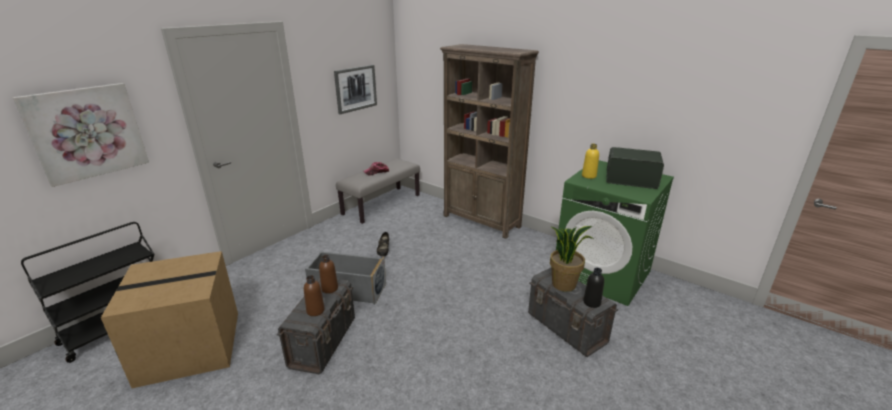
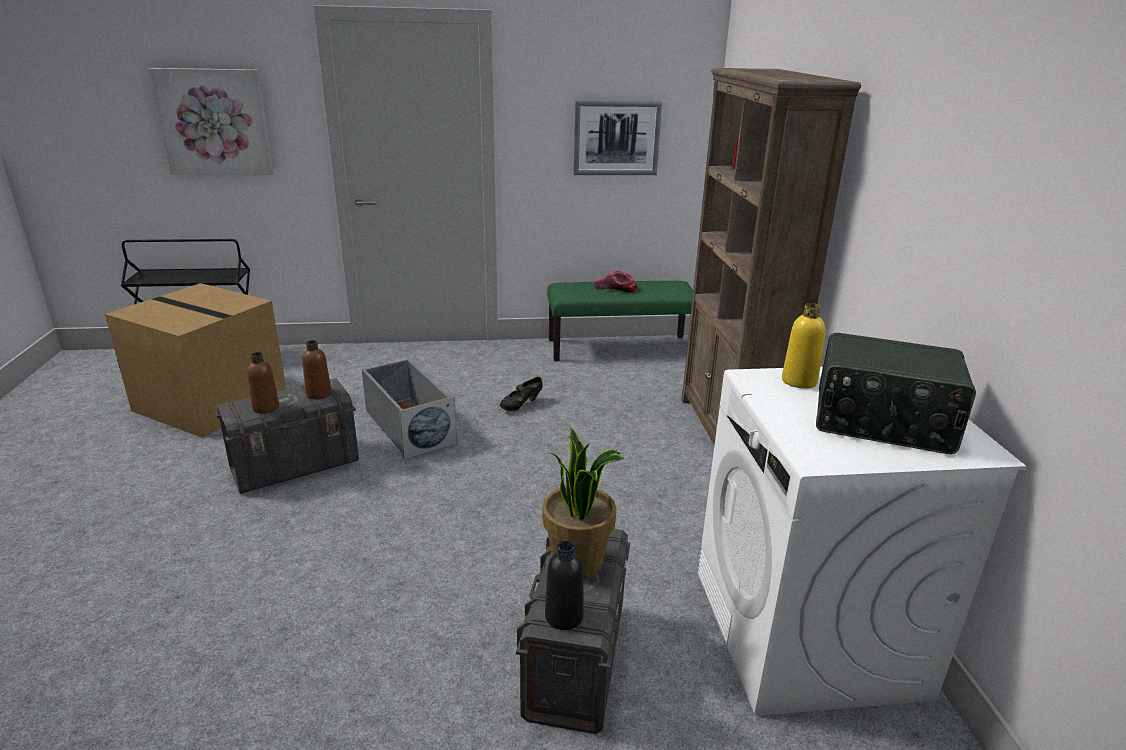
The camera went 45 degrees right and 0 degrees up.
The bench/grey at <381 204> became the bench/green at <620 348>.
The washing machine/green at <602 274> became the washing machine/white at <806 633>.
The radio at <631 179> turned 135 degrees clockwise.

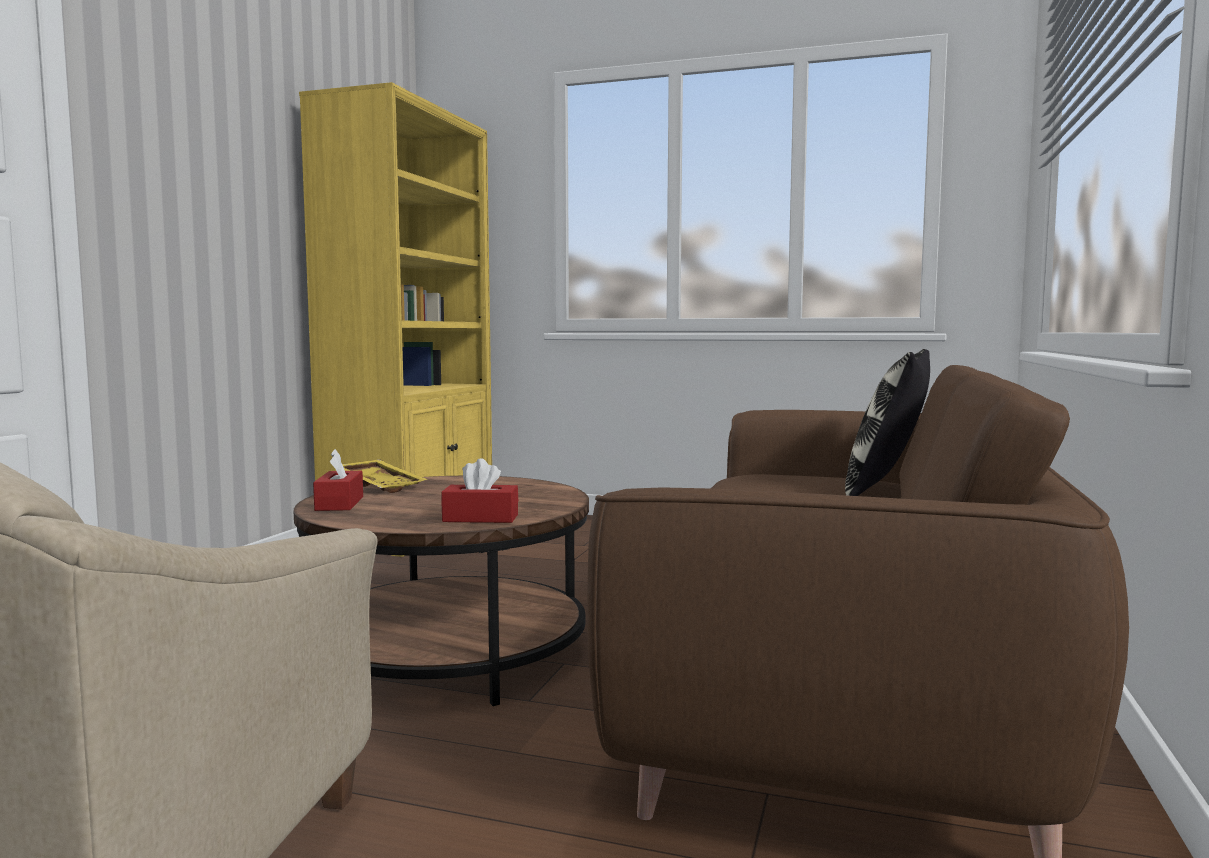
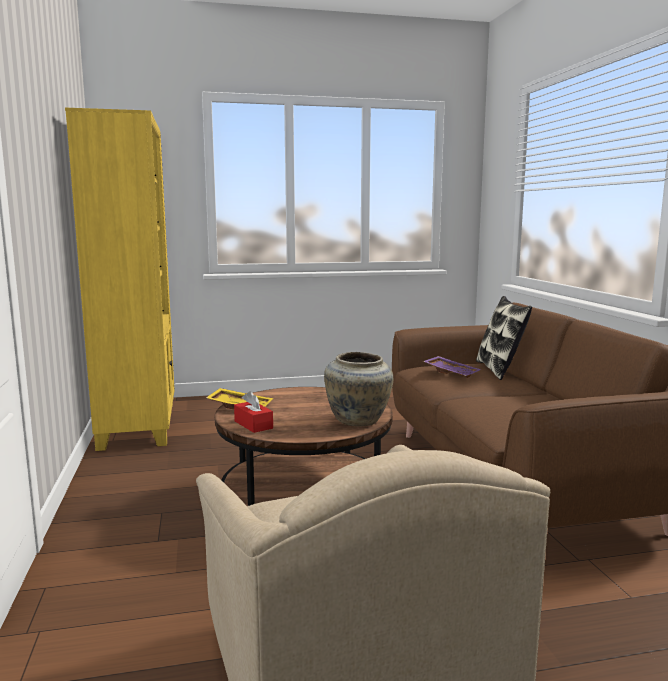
The camera went 30 degrees left and 5 degrees up.
The tissue box/red at <480 518> was replaced by the vase/beige at <358 421>.
The tray/purple at <452 372> appeared.

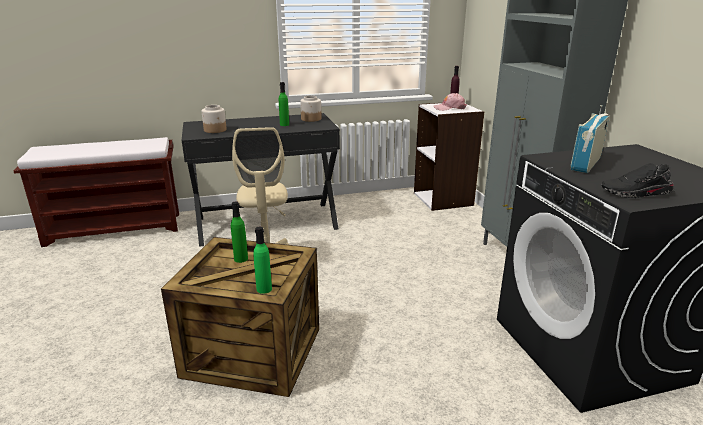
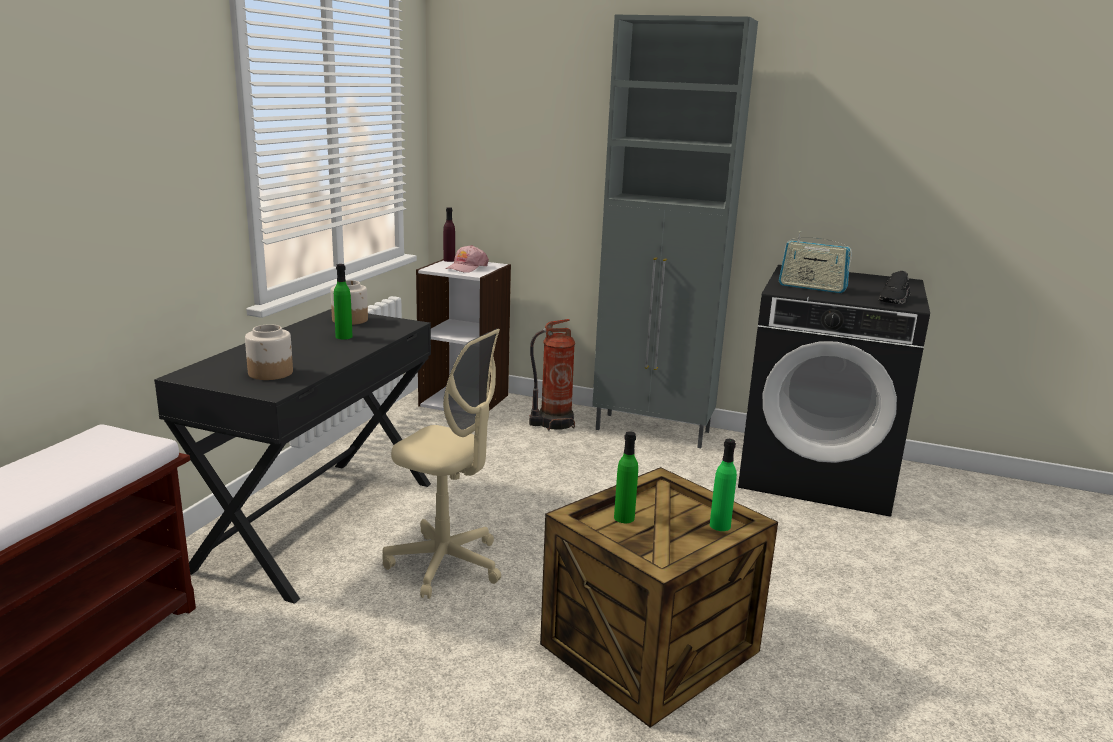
The camera went 55 degrees left and 5 degrees down.
The fire extinguisher at <553 423> appeared.
The radio at <586 164> turned 45 degrees counterclockwise.

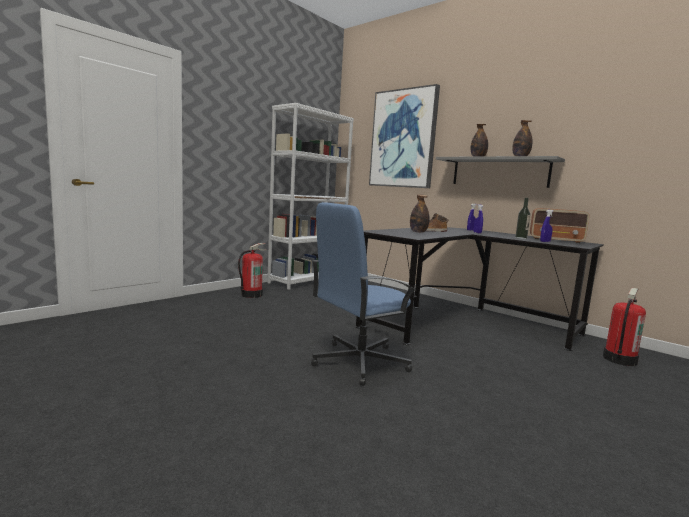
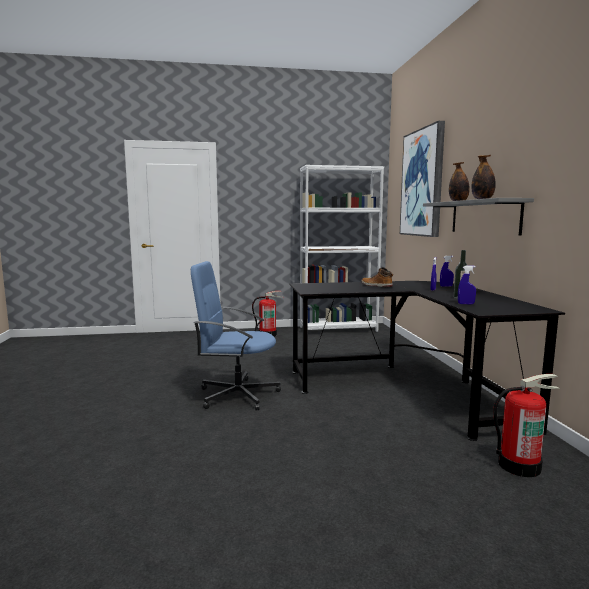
The camera went 40 degrees right and 0 degrees up.
The bottle at <418 232> disappeared.
The radio at <556 240> disappeared.

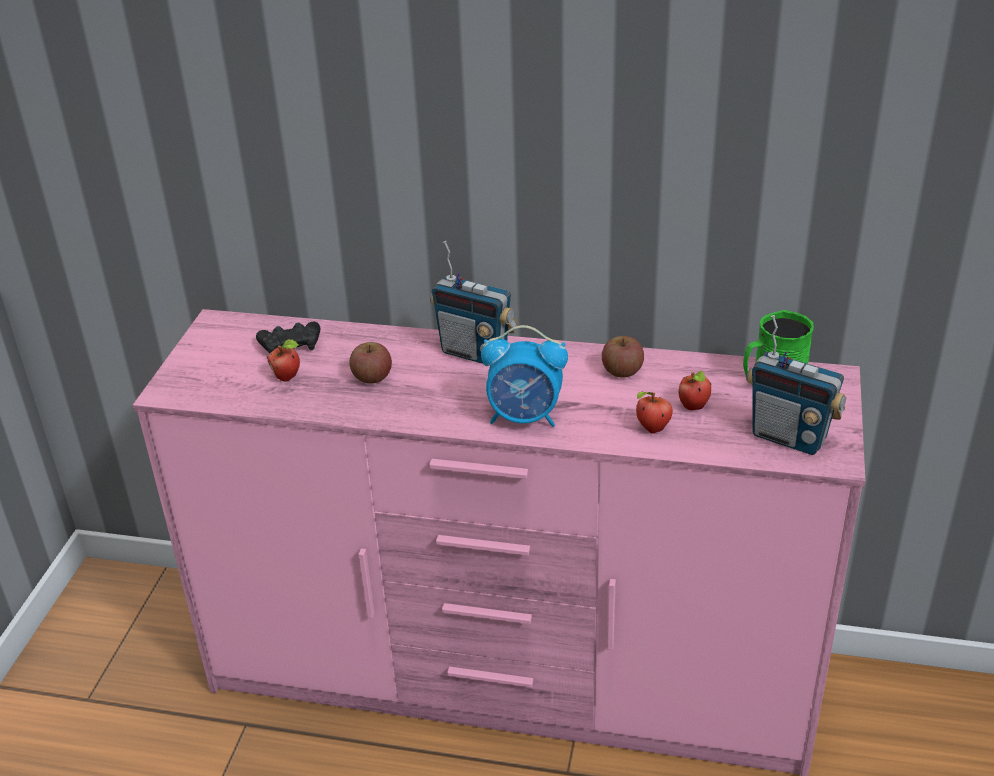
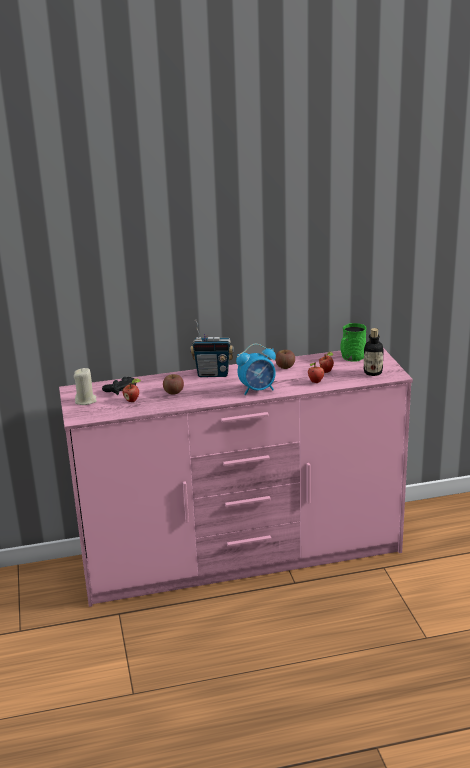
The camera went 25 degrees left and 10 degrees down.
The candle/beige at <86 401> appeared.
The radio at <789 437> was replaced by the bottle at <373 372>.

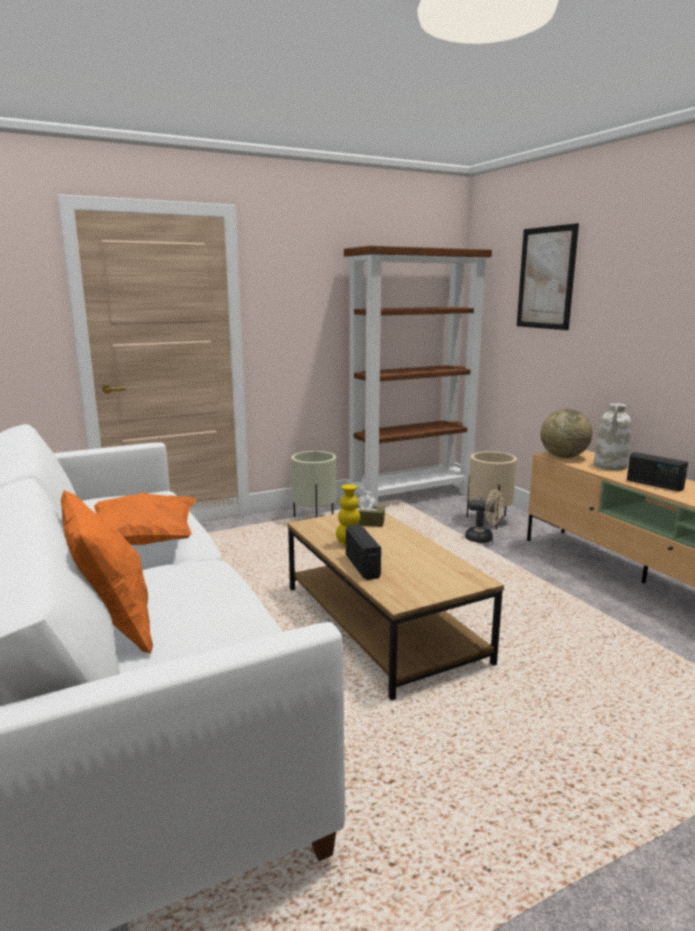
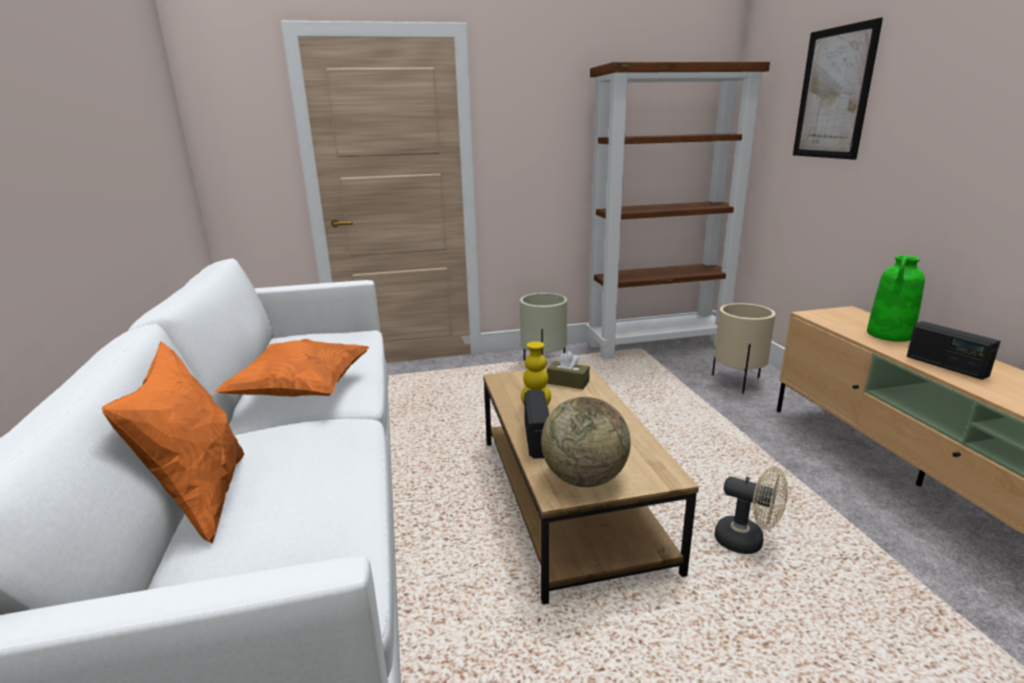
The camera went 15 degrees right and 5 degrees up.
The globe moved from <563 456> to <584 478>.
The fan/beige moved from <483 538> to <747 542>.
The vase/white at <610 466> became the vase/green at <889 335>.

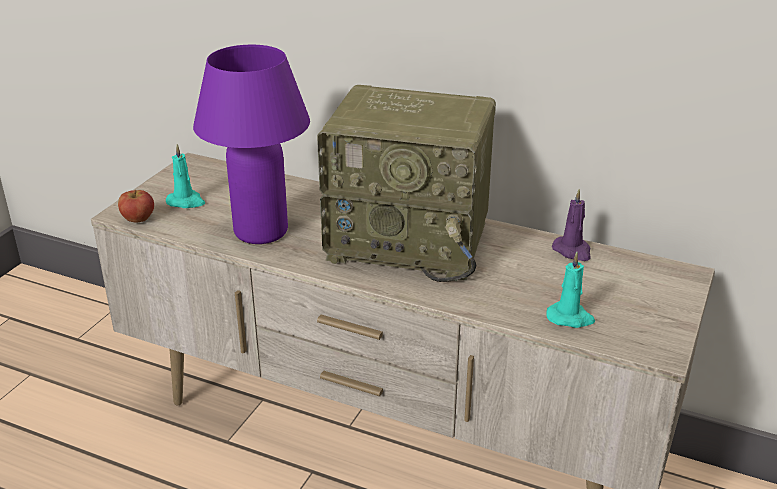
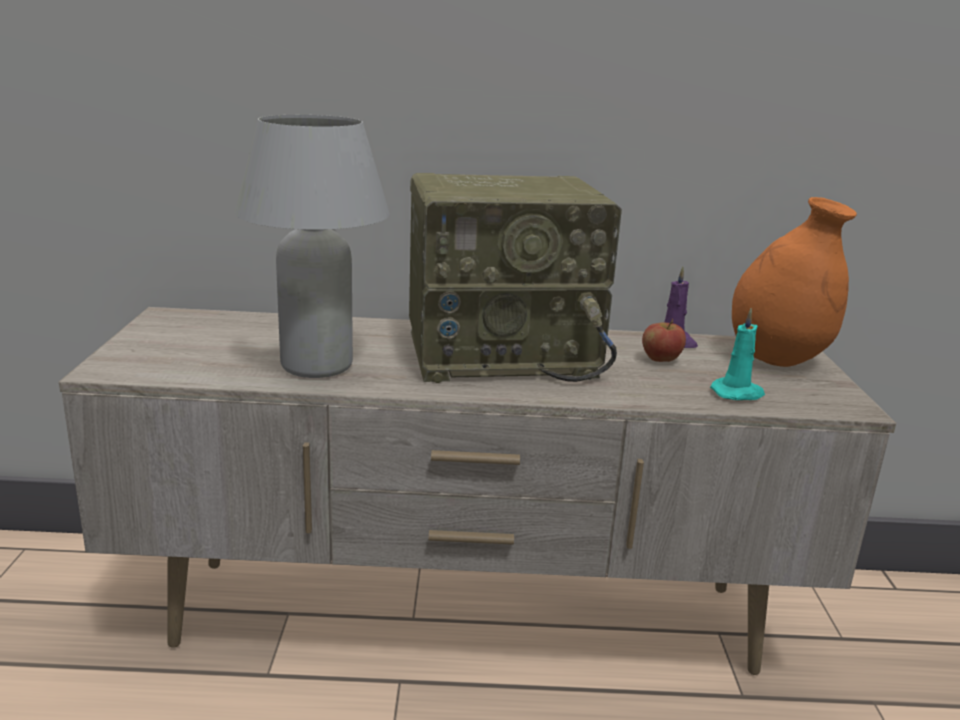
The camera went 25 degrees left and 10 degrees down.
The table lamp/purple at <261 232> became the table lamp/white at <317 366>.
The apple moved from <138 219> to <661 359>.
The vase/orange at <777 359> appeared.
The candle/turquoise at <186 202> disappeared.

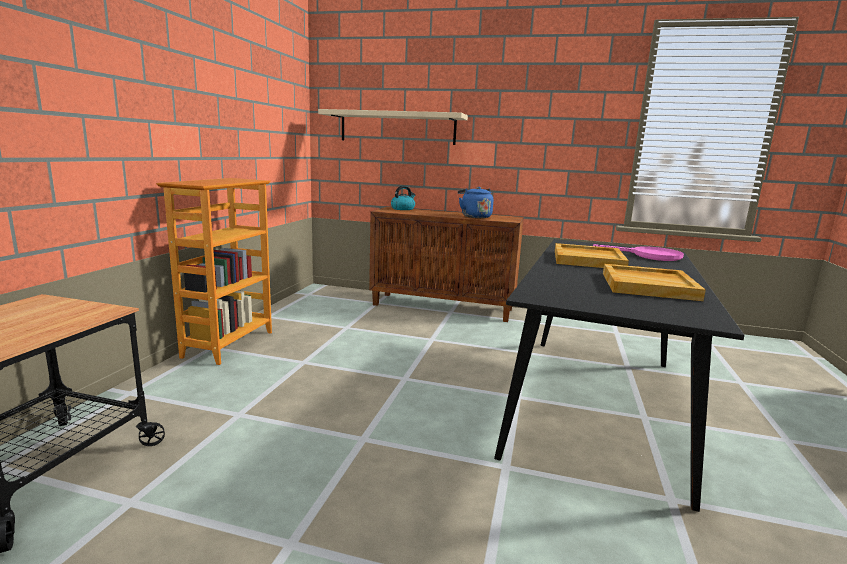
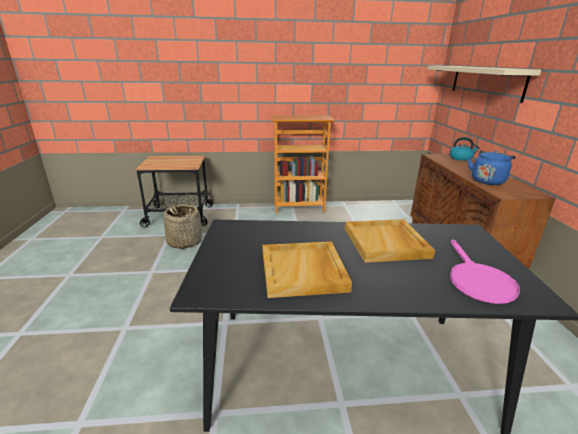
The camera went 70 degrees right and 10 degrees up.
The basket at <184 242> appeared.

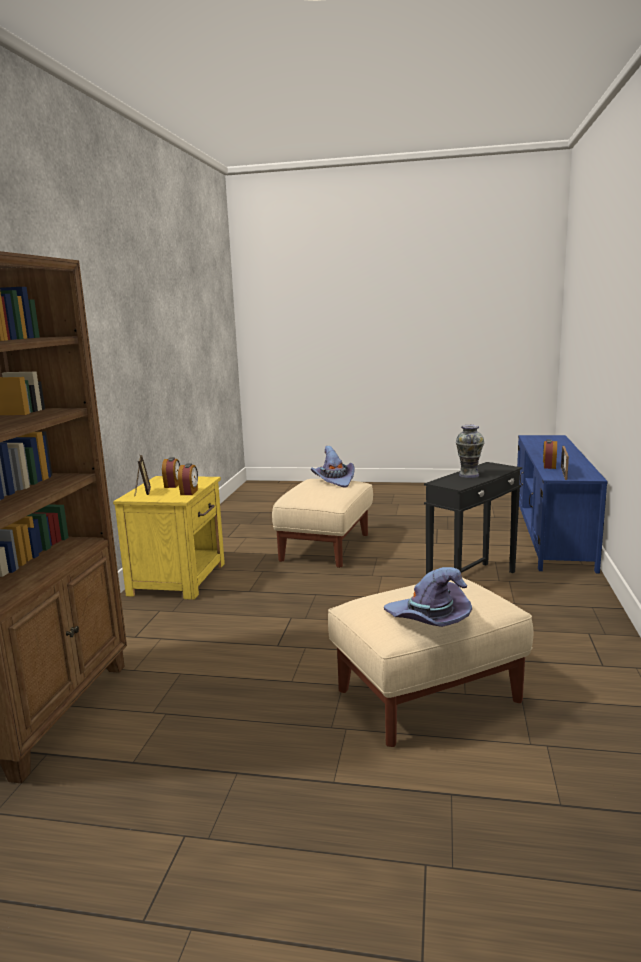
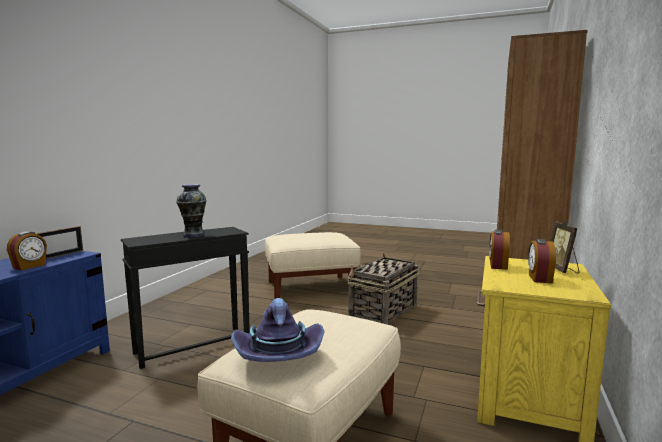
The camera went 170 degrees left and 5 degrees down.
The basket at <383 311> appeared.
The hat/purple at <428 620> disappeared.

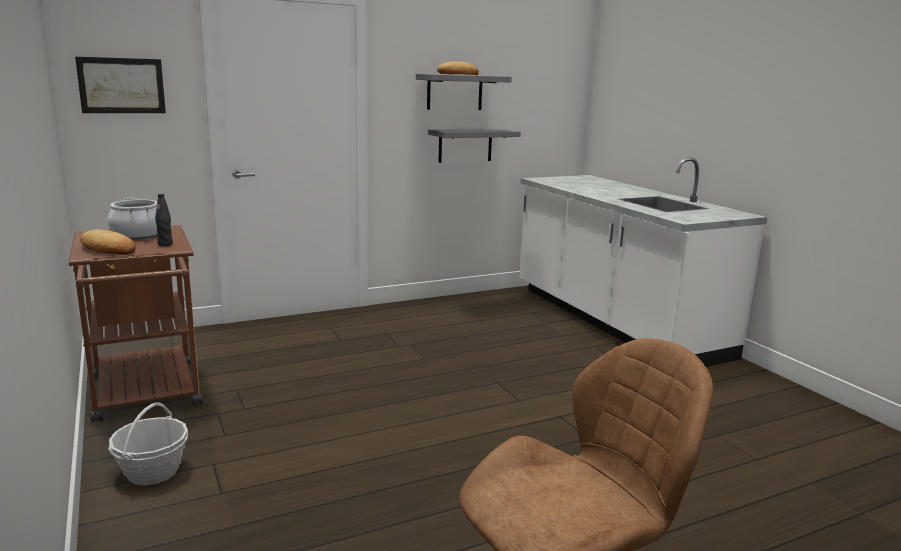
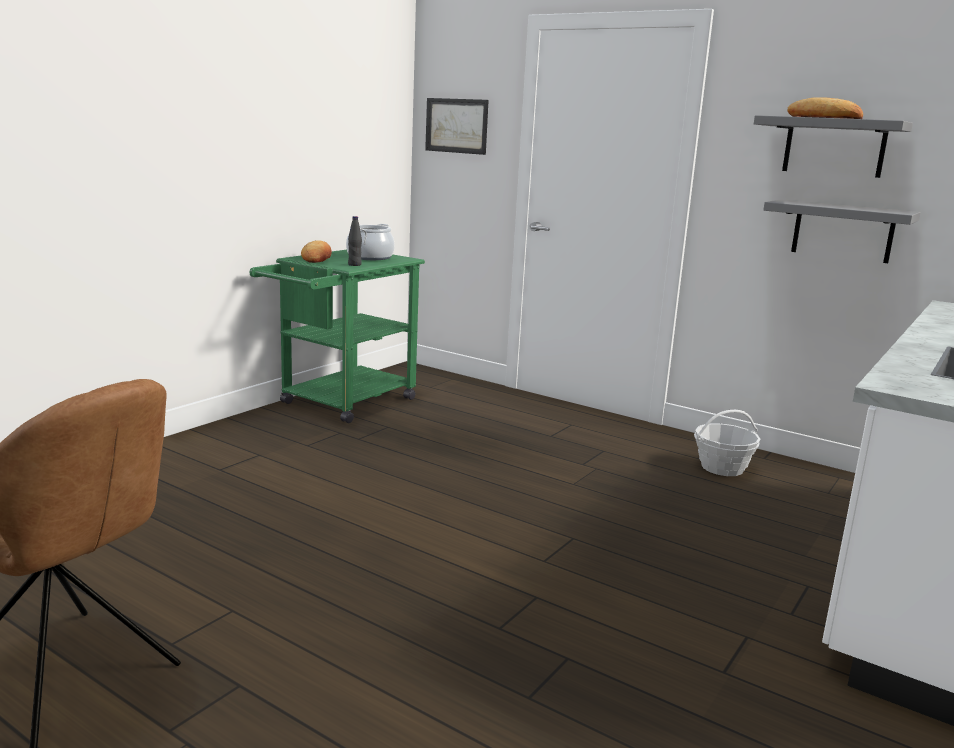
The camera went 60 degrees right and 0 degrees up.
The cart/brown at <147 395> became the cart/green at <341 403>.
The basket moved from <152 471> to <722 468>.

